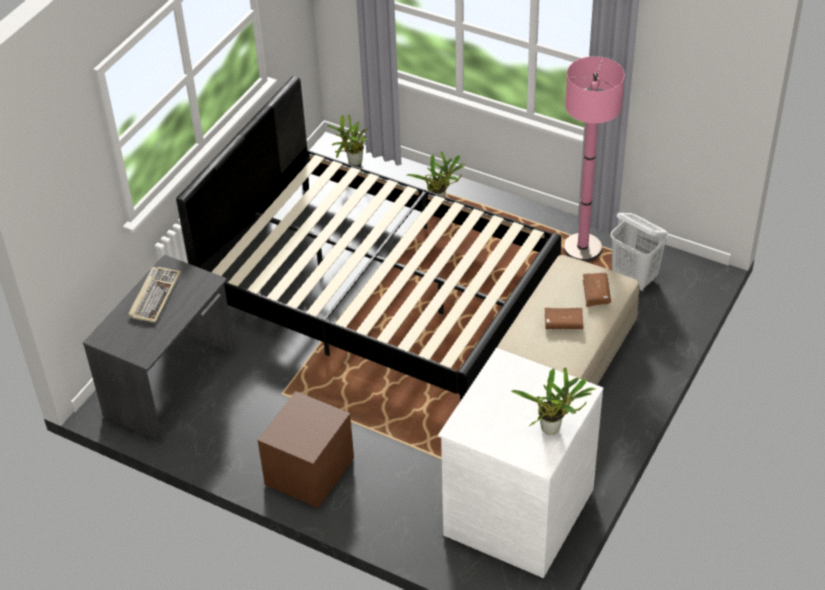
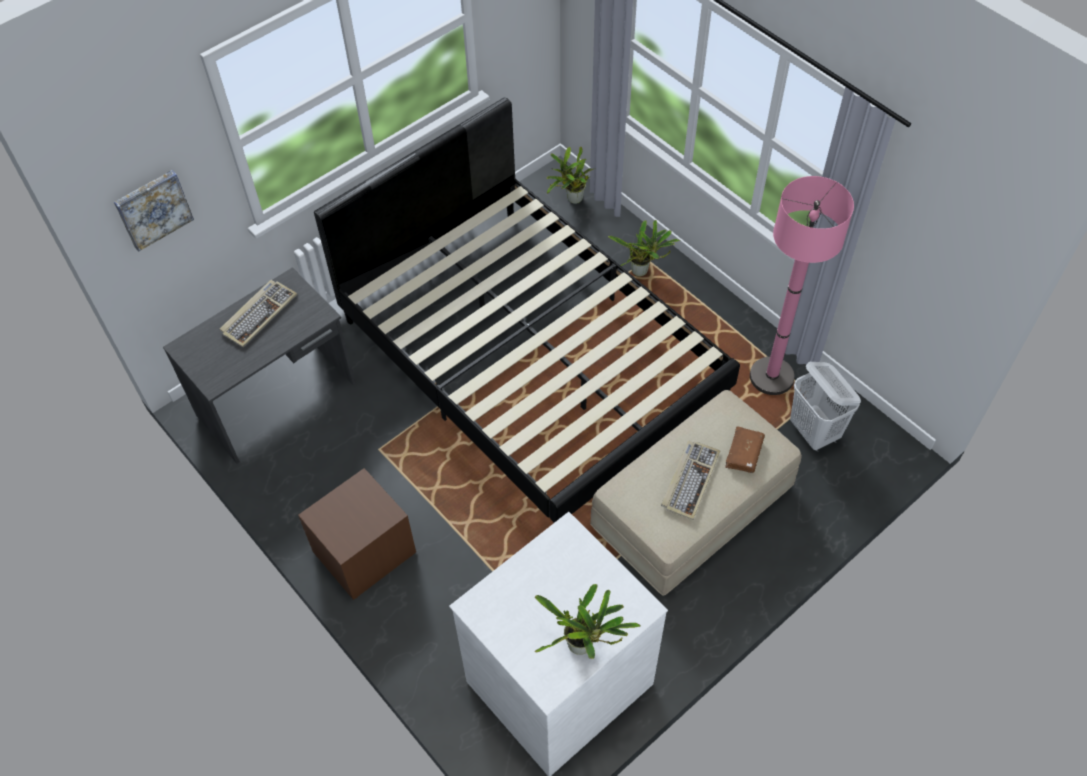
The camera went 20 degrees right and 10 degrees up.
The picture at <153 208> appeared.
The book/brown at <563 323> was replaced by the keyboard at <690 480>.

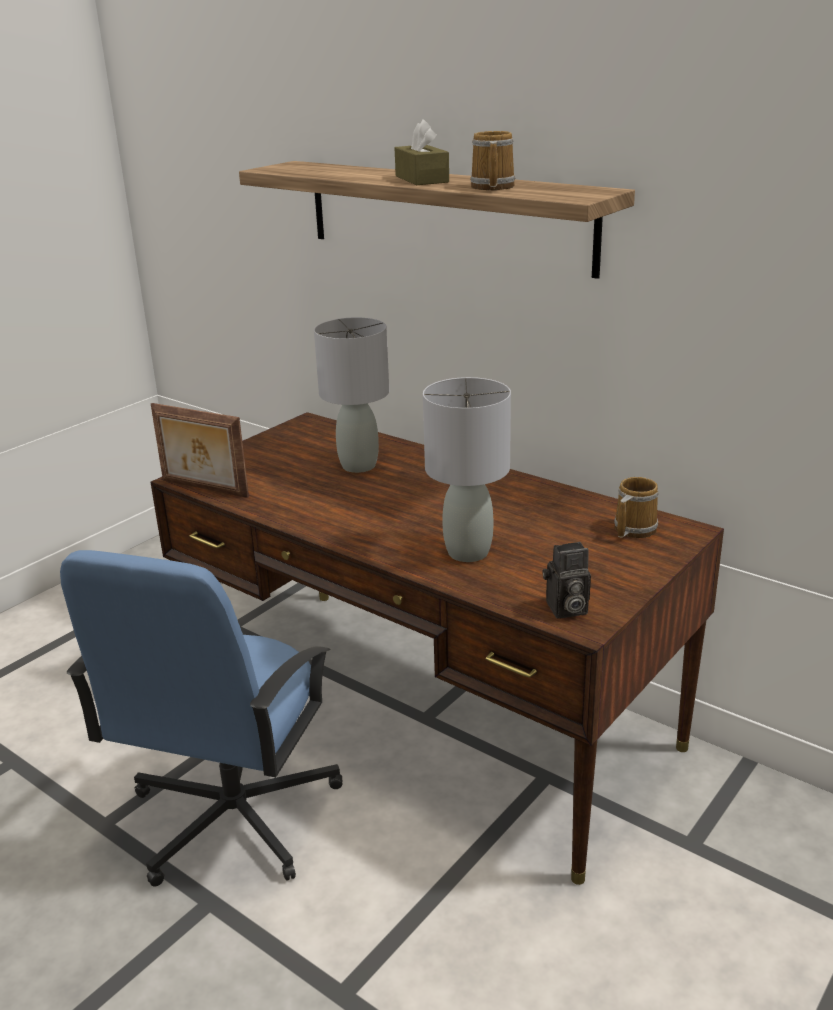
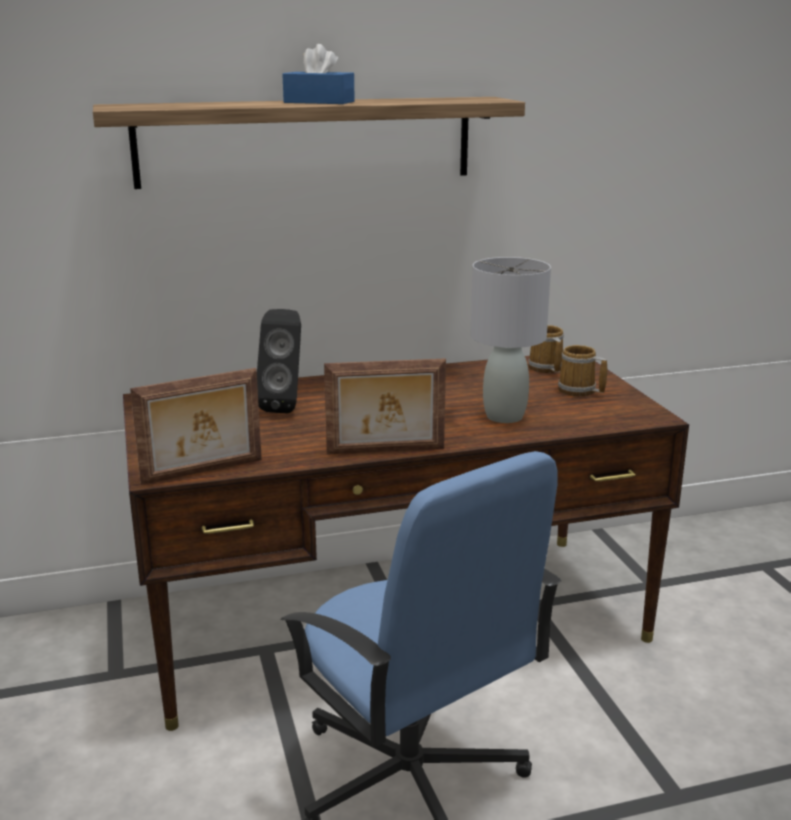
The camera went 55 degrees left and 5 degrees down.
The table lamp/grey at <359 466> was replaced by the speaker/black at <286 406>.
The tissue box/brown at <421 179> became the tissue box/blue at <319 102>.
The picture frame at <386 451> appeared.
The mug moved from <491 187> to <578 391>.
The photo camera at <565 610> disappeared.

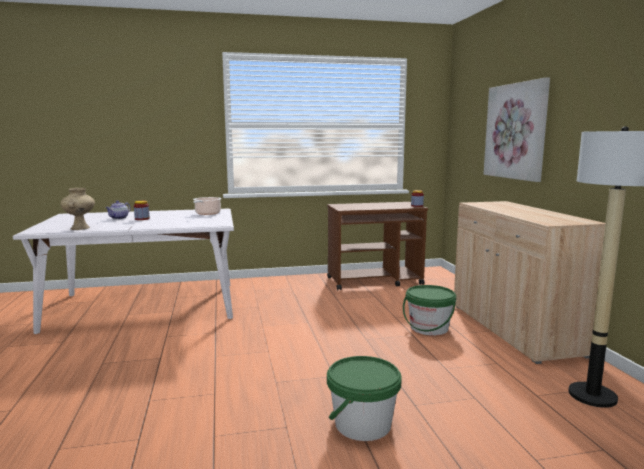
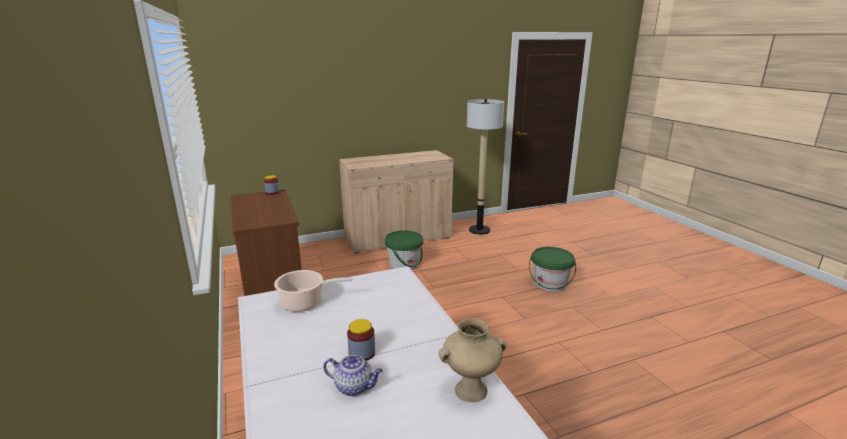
The camera went 100 degrees left and 10 degrees up.
The picture at <515 131> disappeared.

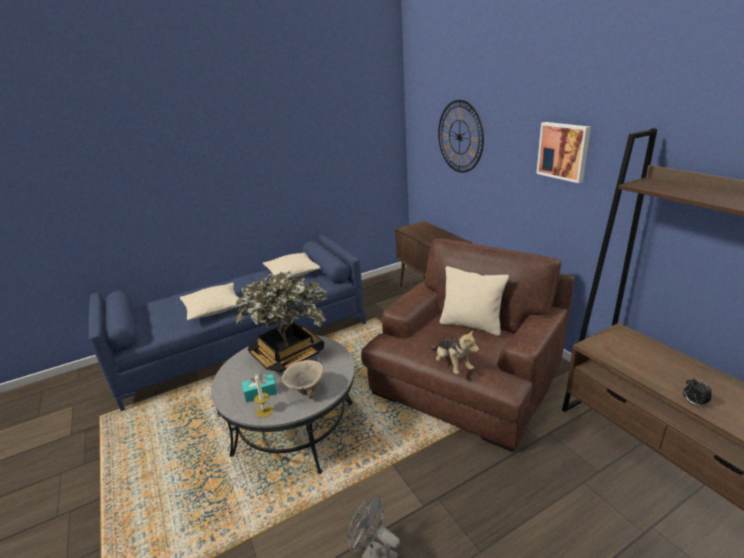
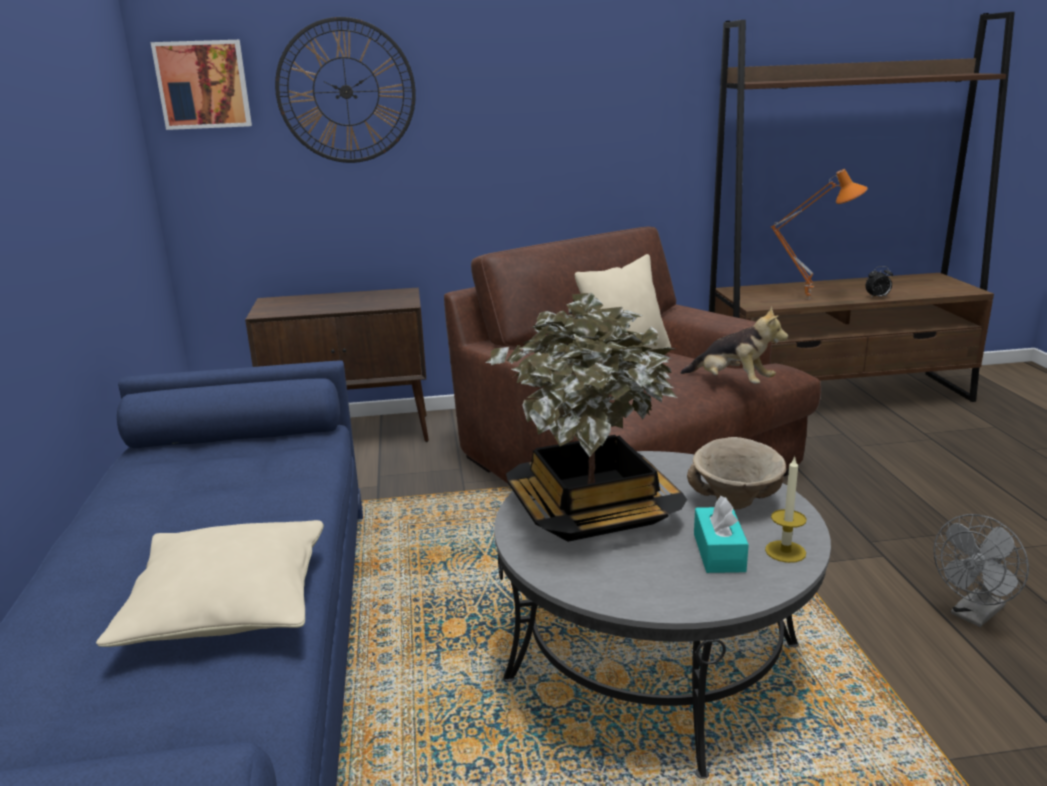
The camera went 70 degrees left and 5 degrees down.
The picture moved from <564 151> to <203 85>.
The plush toy at <452 365> turned 45 degrees clockwise.
The table lamp/orange at <809 298> appeared.
The pillow/beige at <292 273> disappeared.

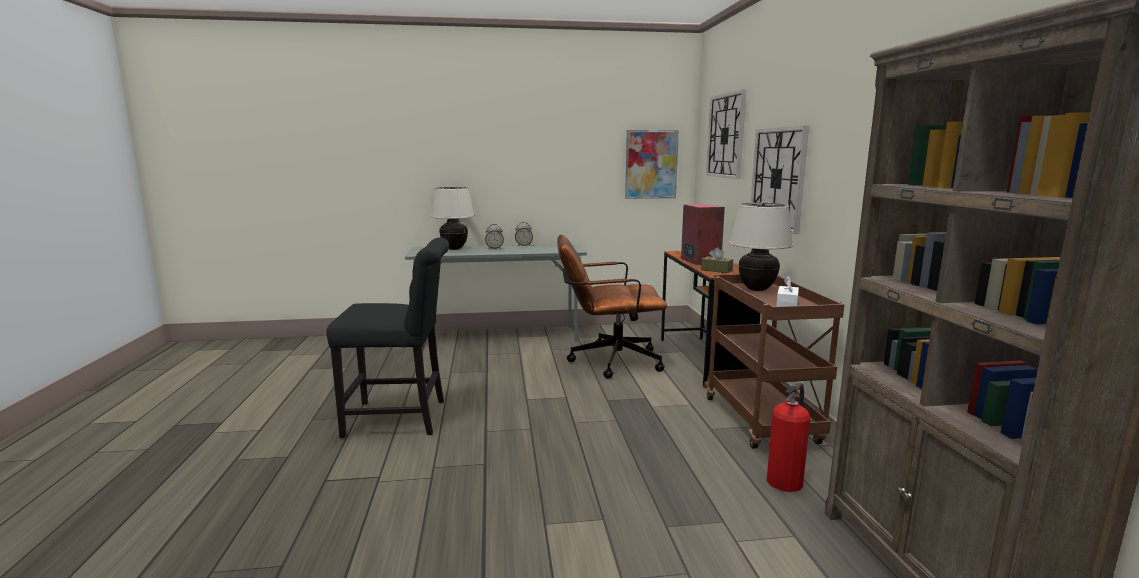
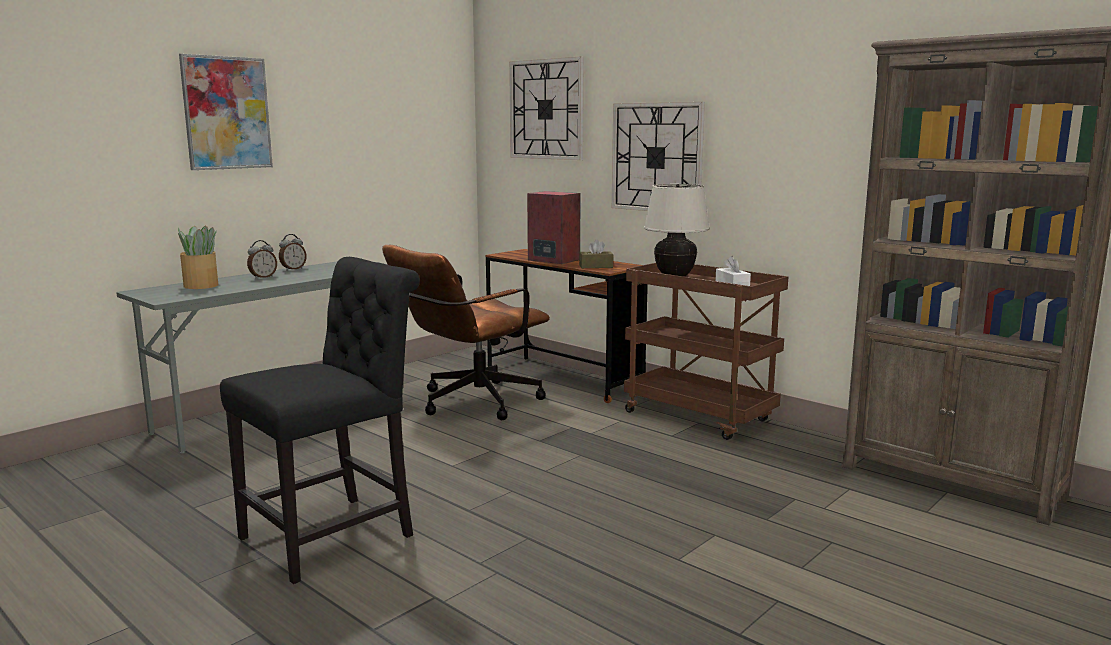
The camera went 40 degrees left and 0 degrees up.
The table lamp/beige at <454 249> was replaced by the potted plant at <201 285>.
The picture moved from <651 164> to <227 113>.
The fire extinguisher at <785 479> disappeared.

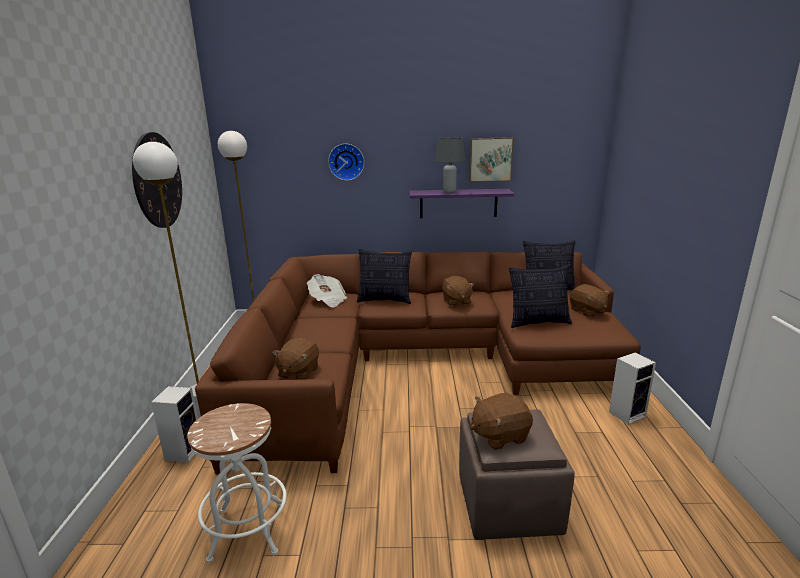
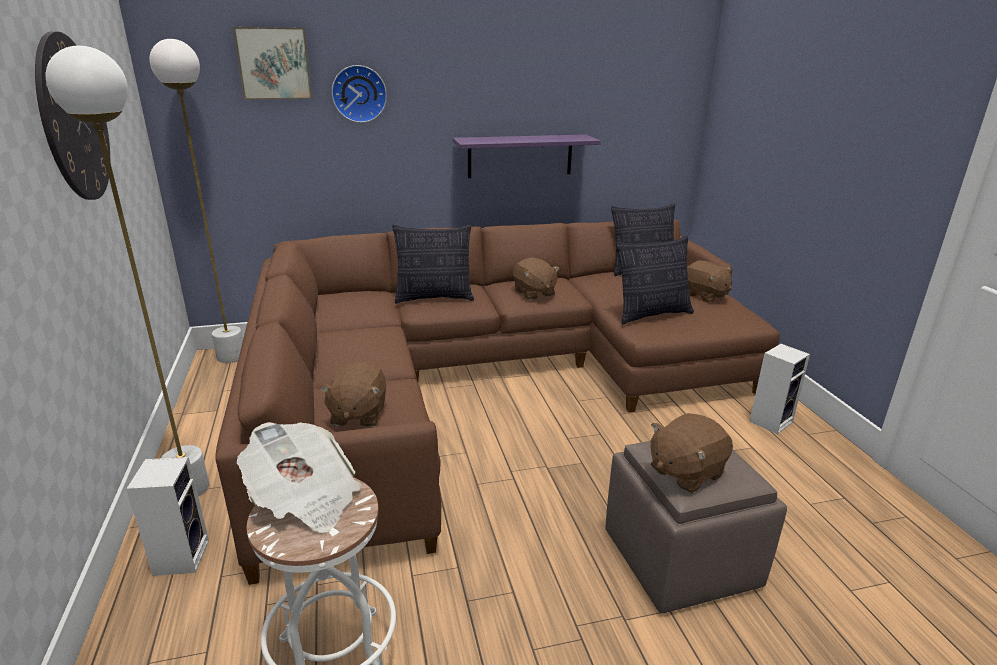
The camera went 15 degrees left and 5 degrees up.
The picture moved from <490 159> to <274 63>.
The newspaper moved from <327 300> to <305 498>.
The table lamp/grey at <449 192> disappeared.

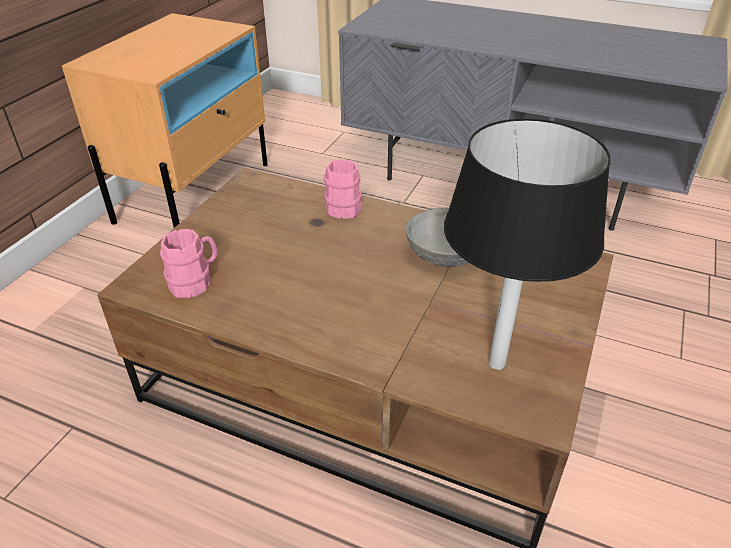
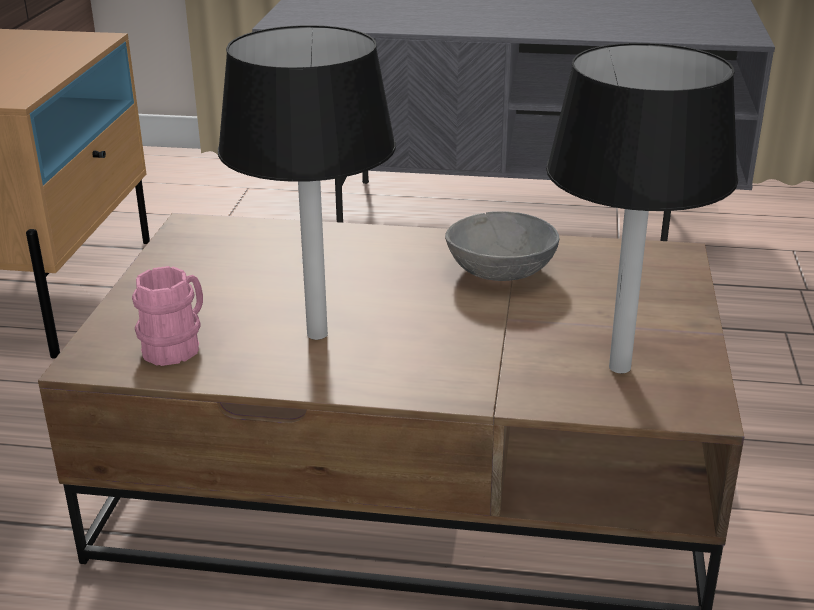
The camera went 15 degrees left and 10 degrees down.
The table lamp/black at <317 335> appeared.
The mug/pink at <341 206> disappeared.

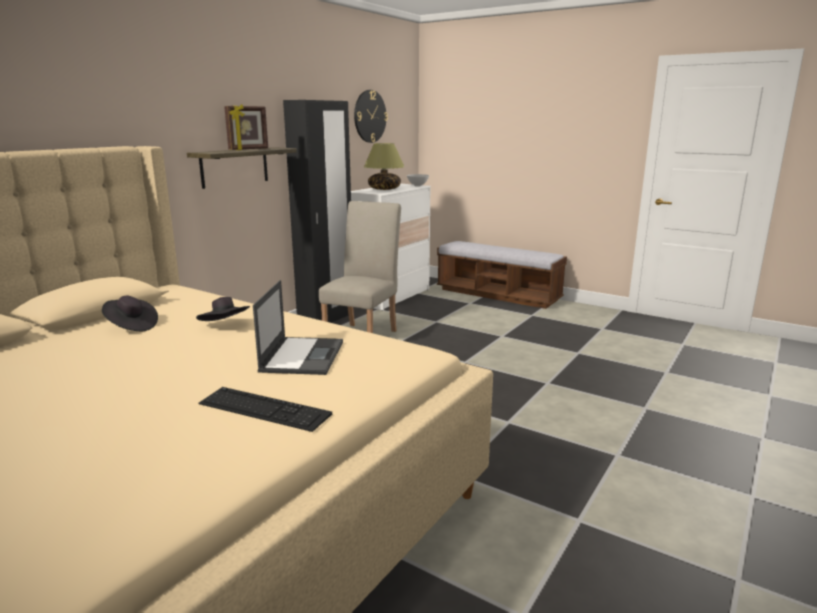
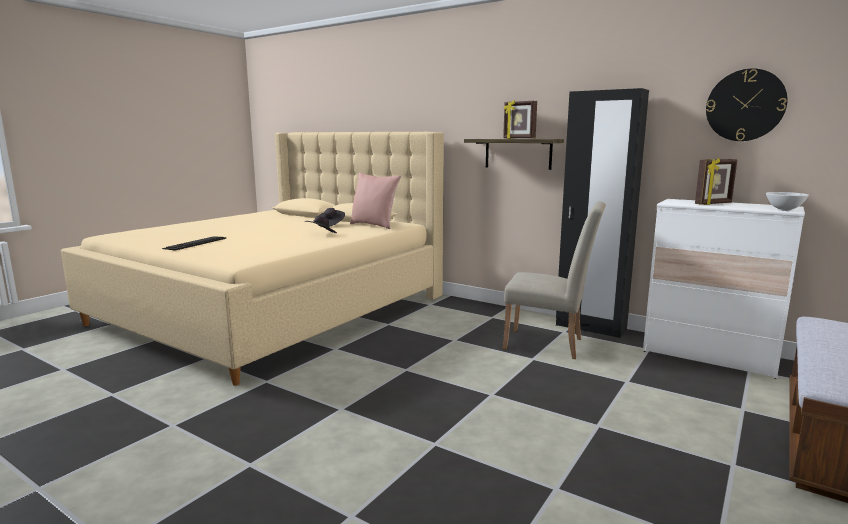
The camera went 90 degrees right and 5 degrees down.
The pillow/pink at <374 225> appeared.
The table lamp at <384 189> was replaced by the picture frame at <714 204>.
The laptop at <302 356> disappeared.

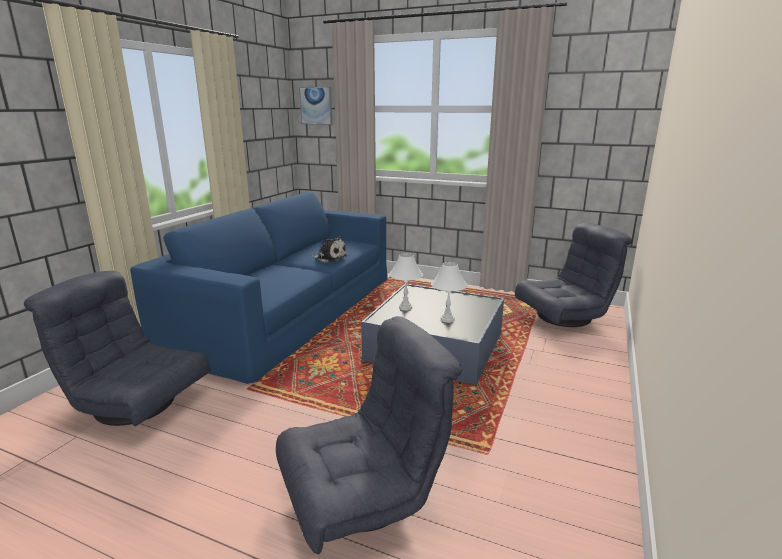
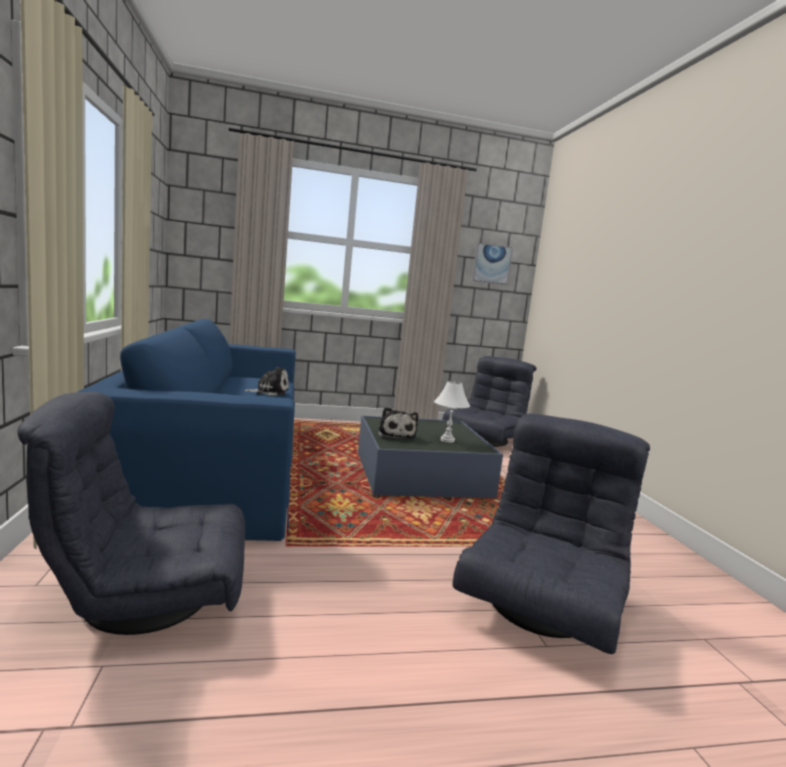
The camera went 35 degrees left and 10 degrees down.
The table lamp/white at <405 308> was replaced by the plush toy at <396 435>.
The picture moved from <316 105> to <491 264>.

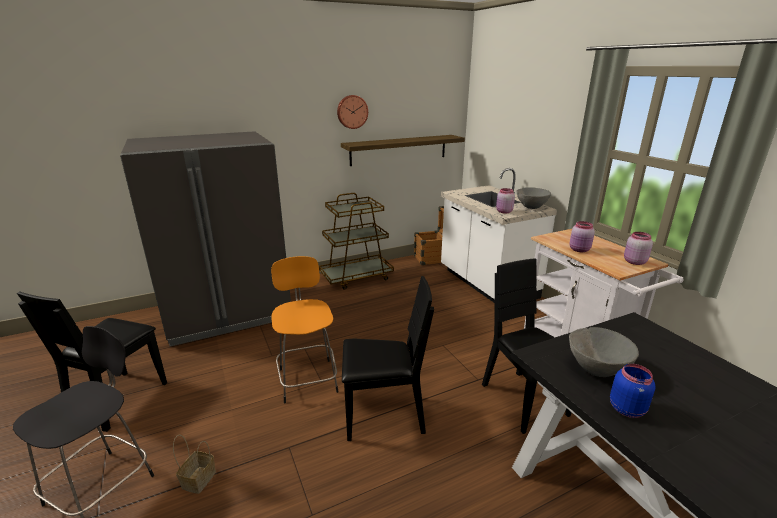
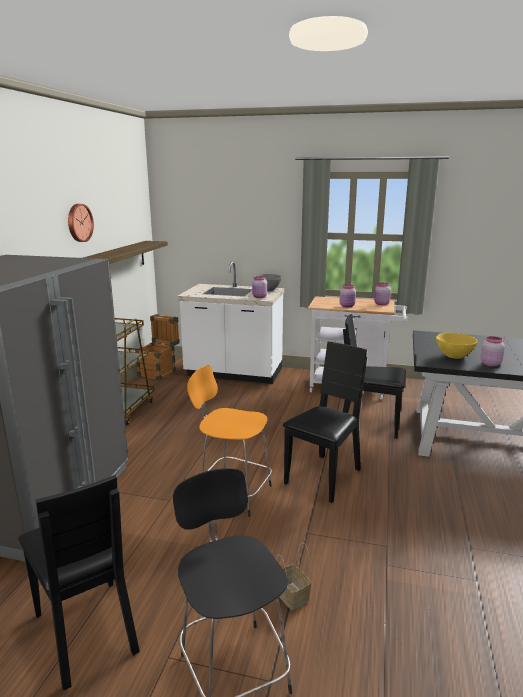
The camera went 50 degrees left and 5 degrees down.
The bowl/grey at <597 369> became the bowl/yellow at <454 356>.
The jar/blue at <627 408> became the jar/pink at <490 364>.

